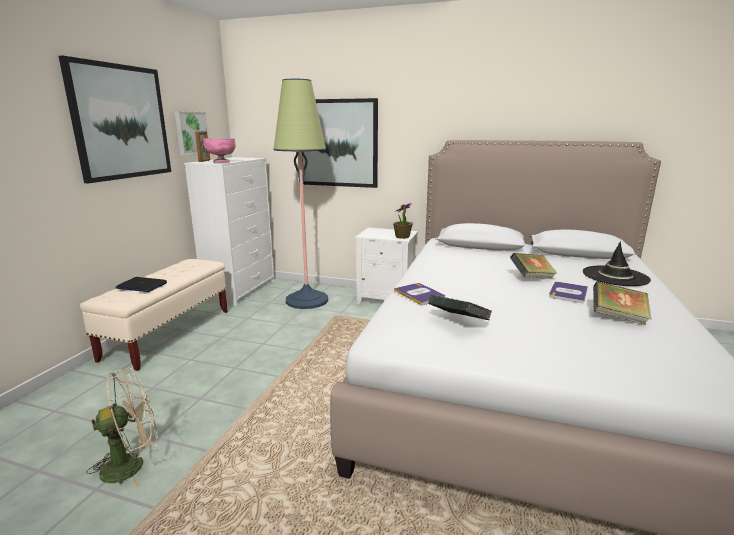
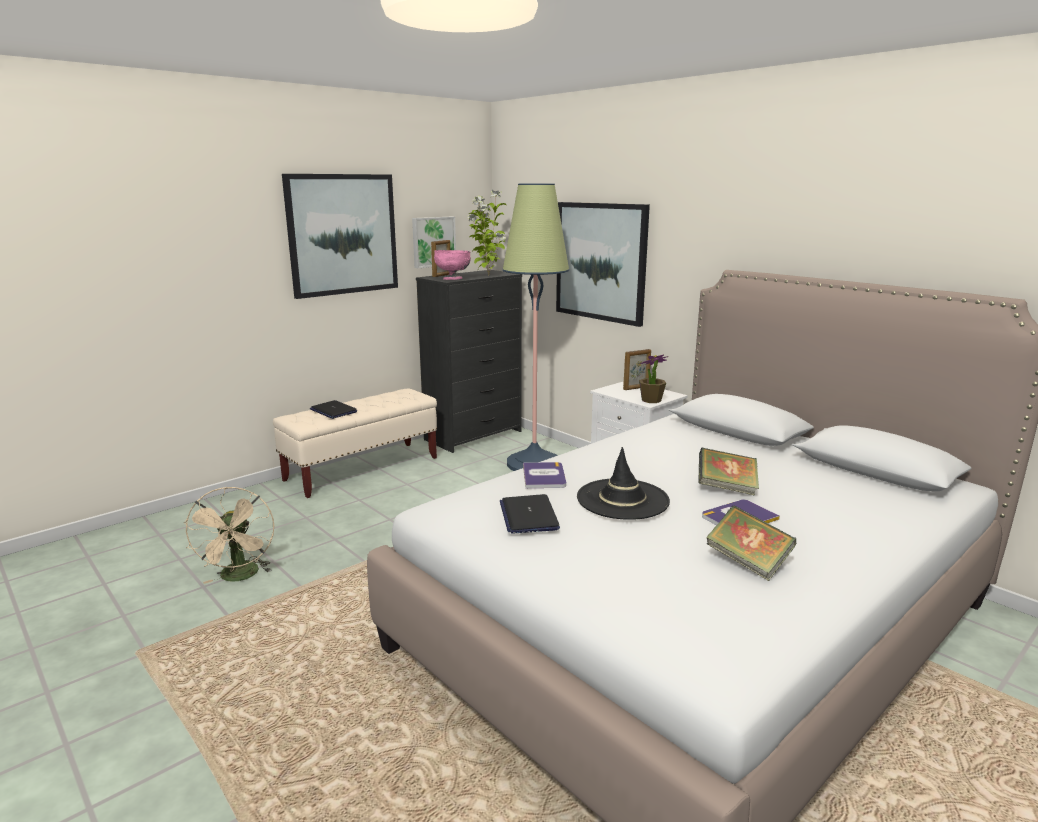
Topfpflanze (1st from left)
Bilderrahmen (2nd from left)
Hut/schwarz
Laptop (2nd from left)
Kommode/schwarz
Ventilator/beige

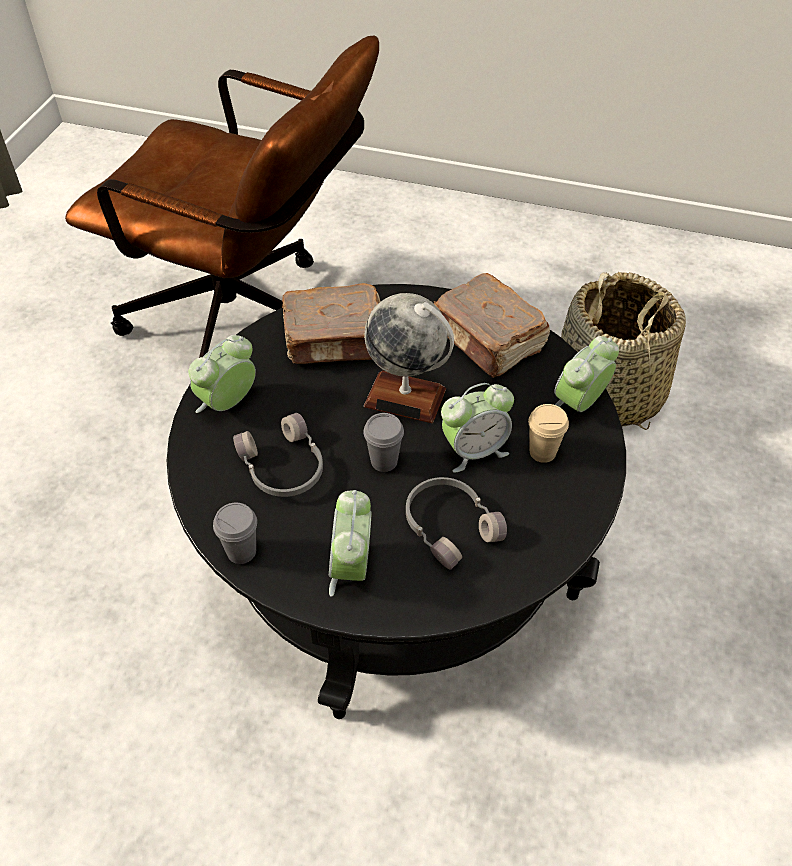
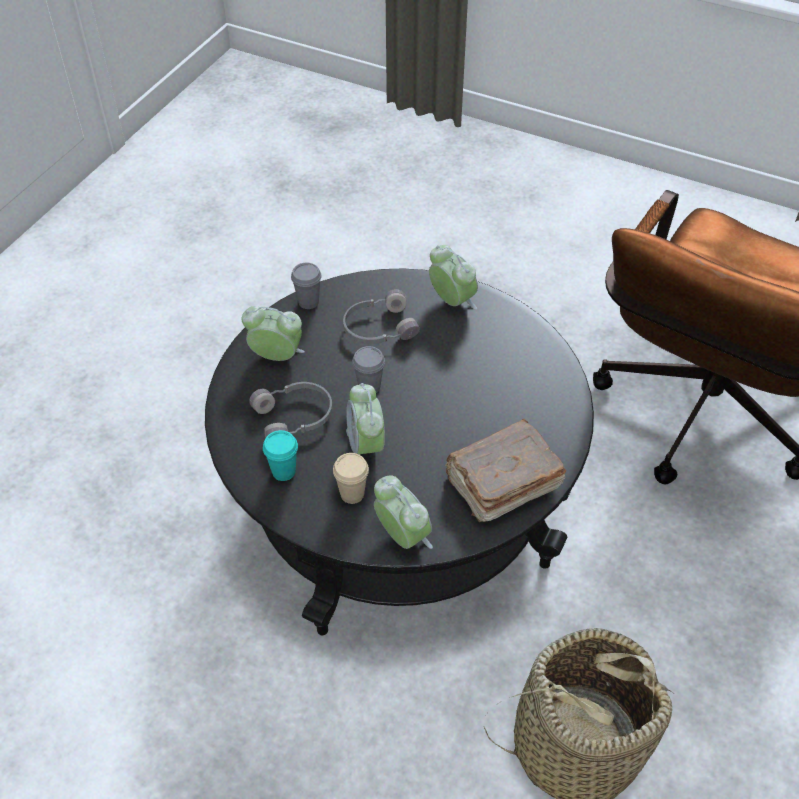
Buch/braun (1st from left in the first image)
Globus
Tasse/türkis

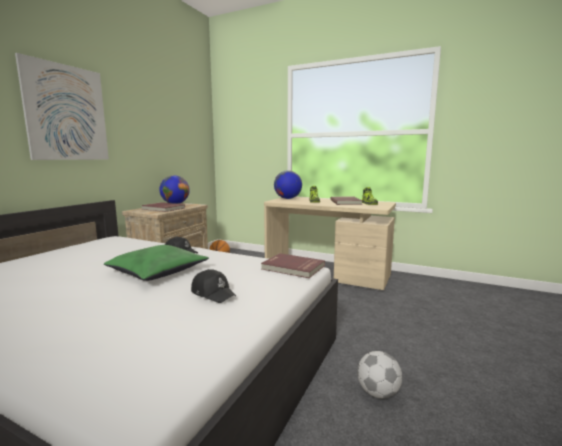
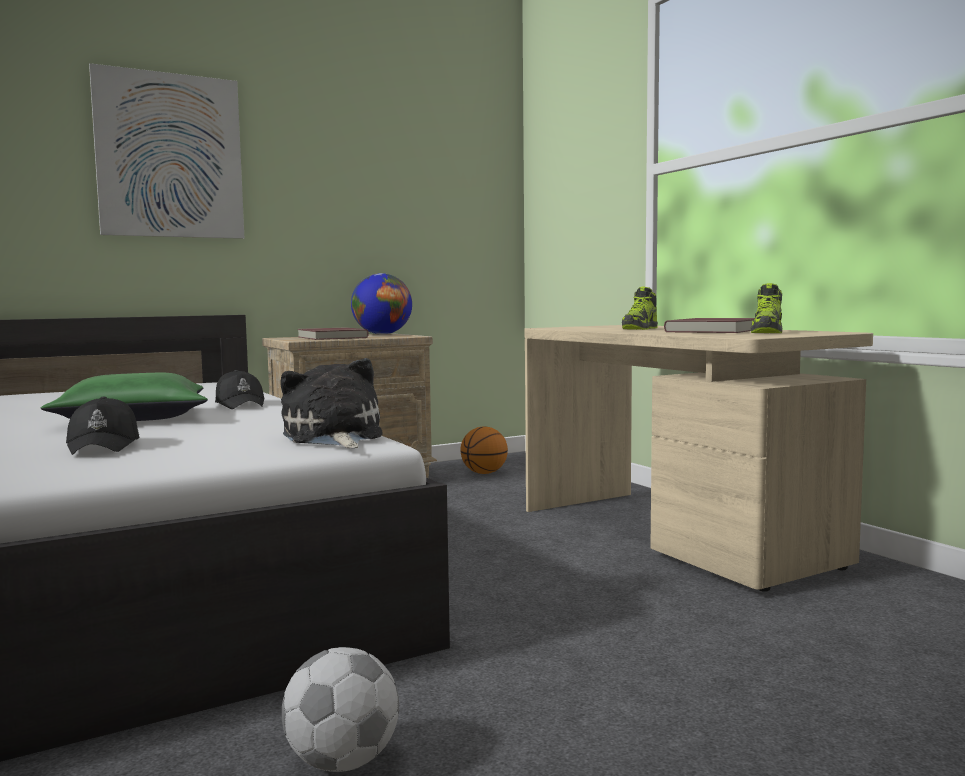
Globus (2nd from left in the first image)
Plüschtier

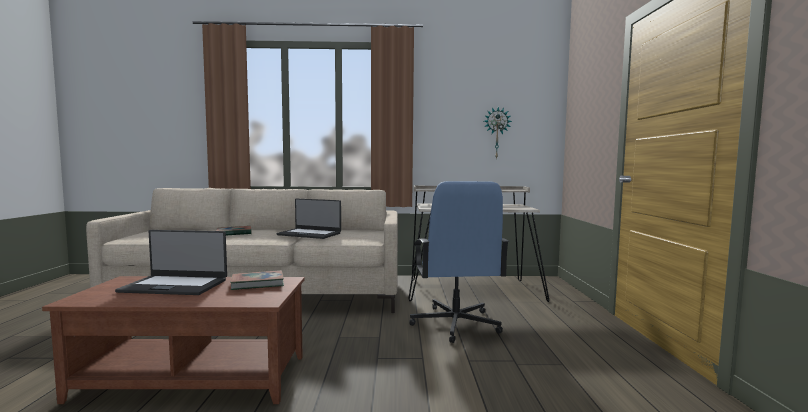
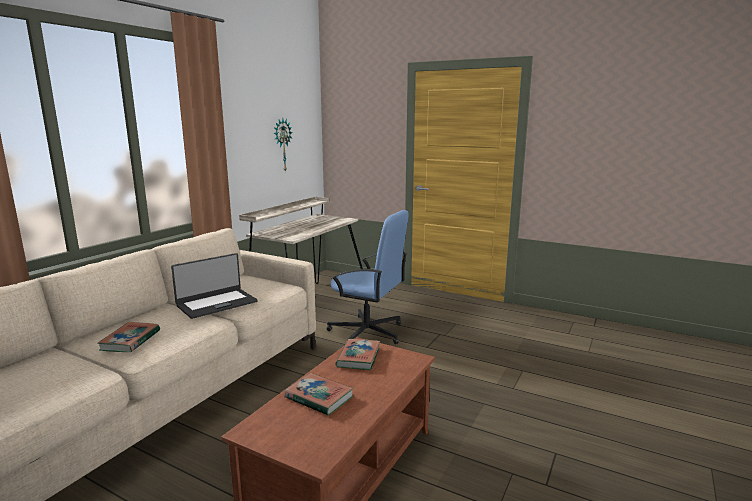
Buch (2nd from left)

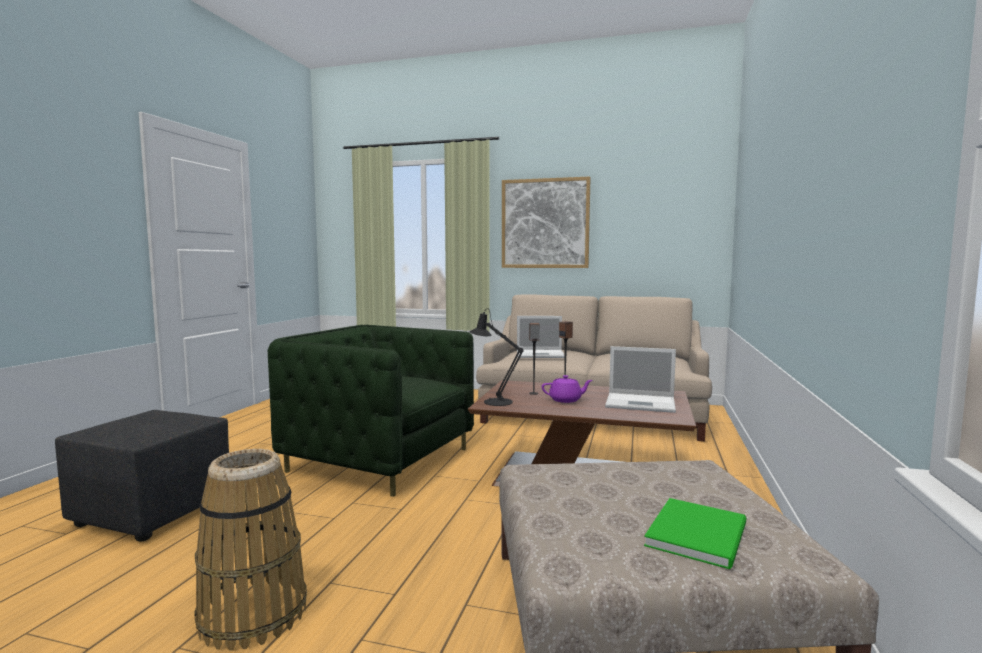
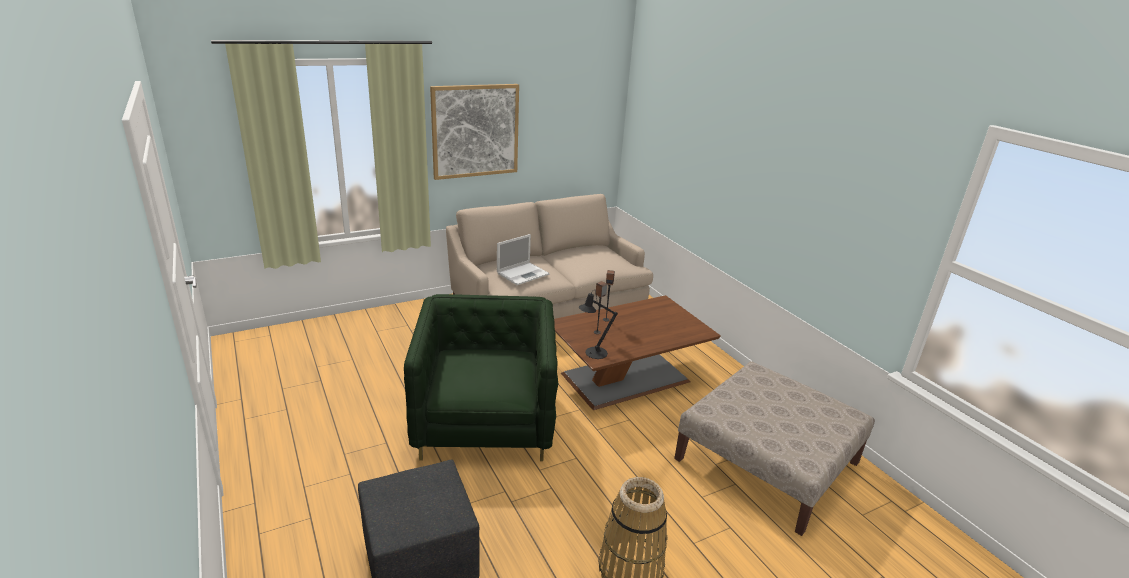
Teekanne/lila
Laptop (2nd from left in the first image)
Buch/grün
Sessel/grün

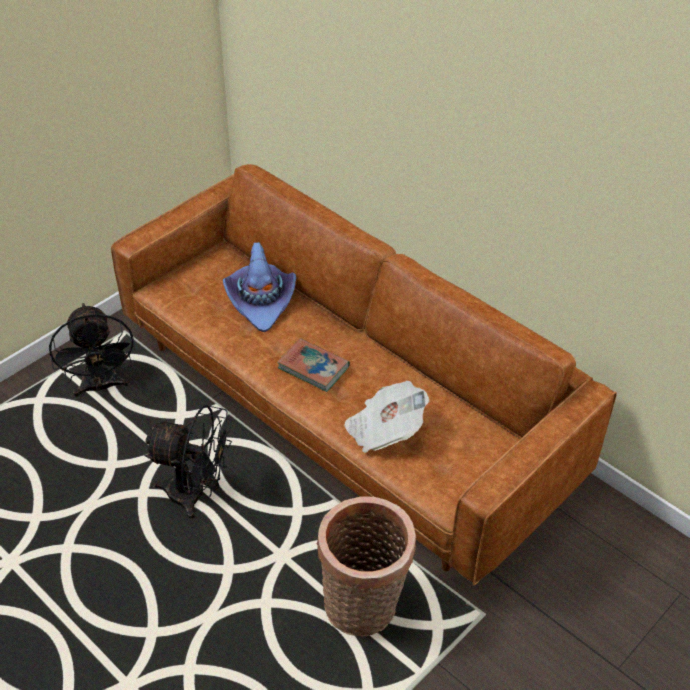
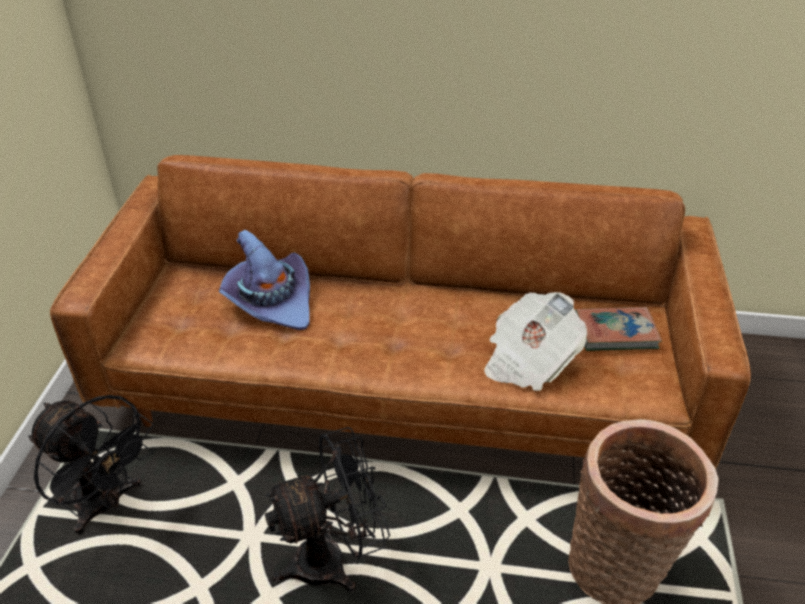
Buch

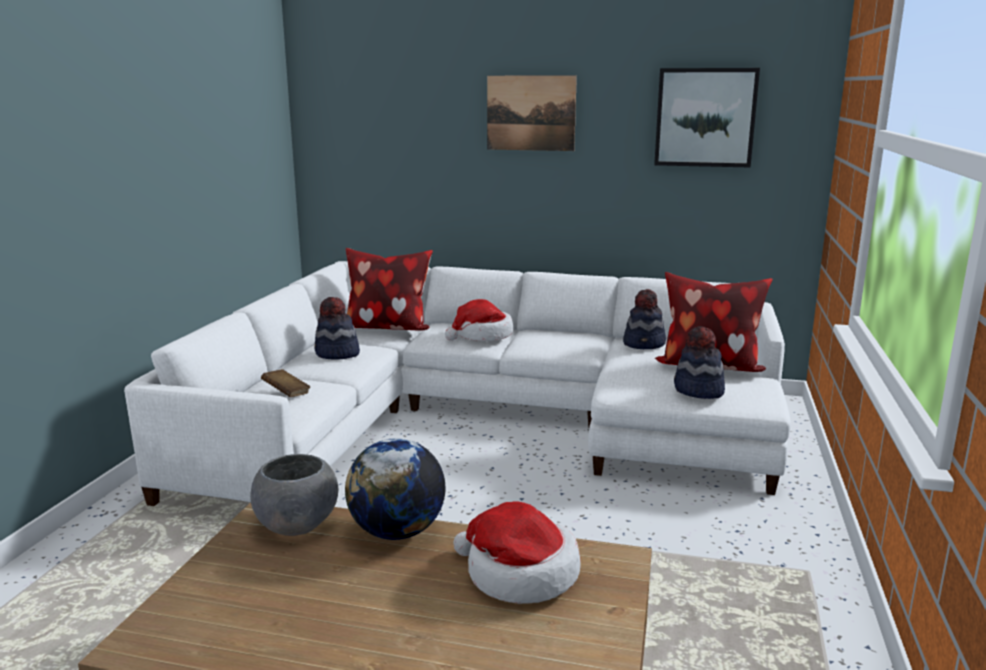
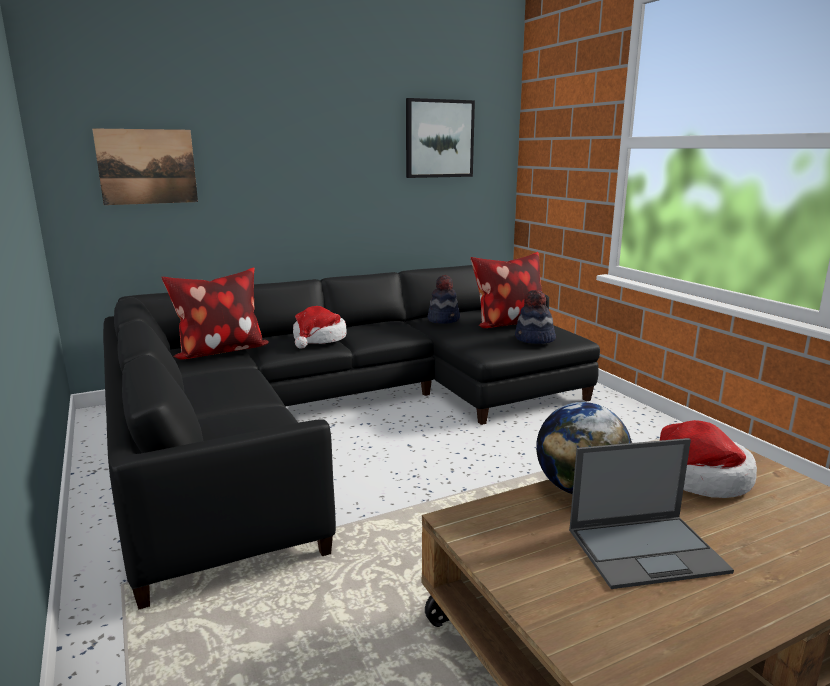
Schüssel/grau
Buch/braun
Hut (1st from left in the first image)
Laptop
Bild (1st from left)
Sofa/schwarz

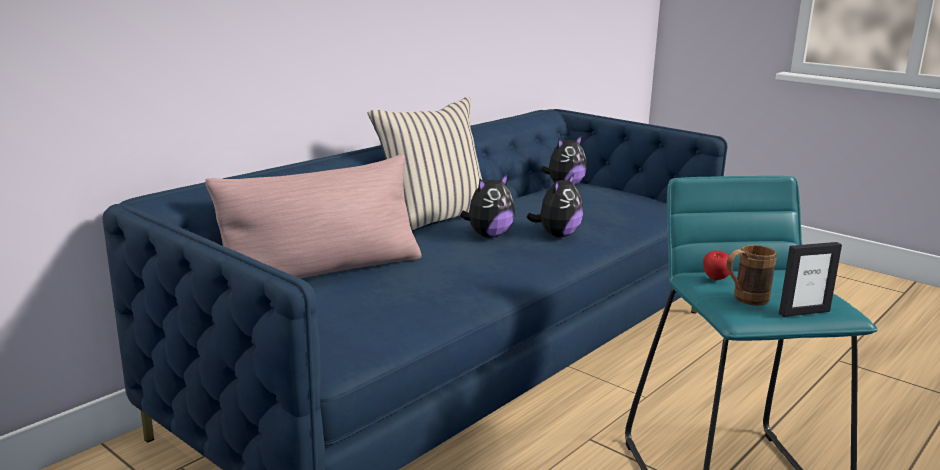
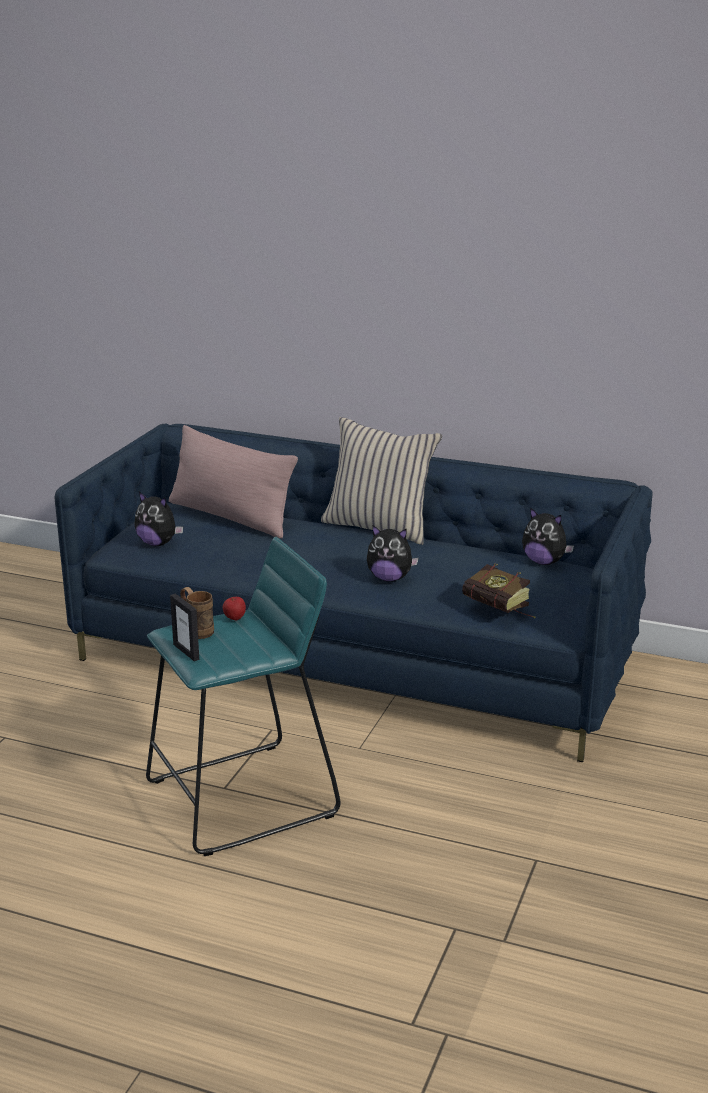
Buch
Plüschtier (1st from left)

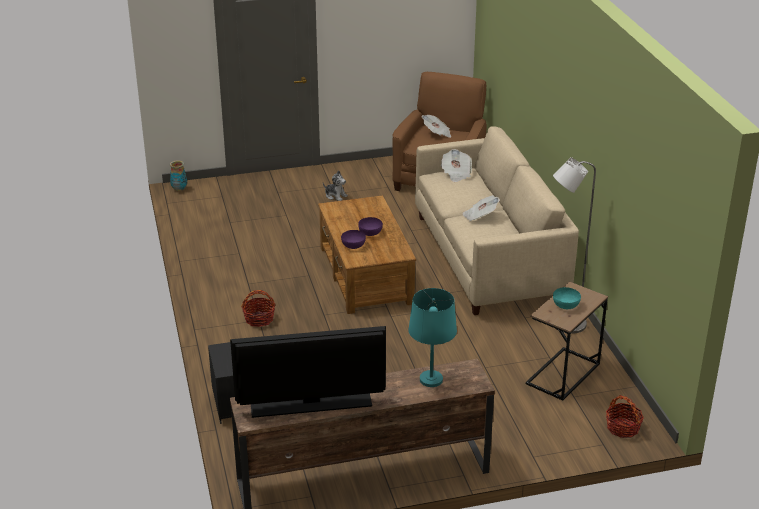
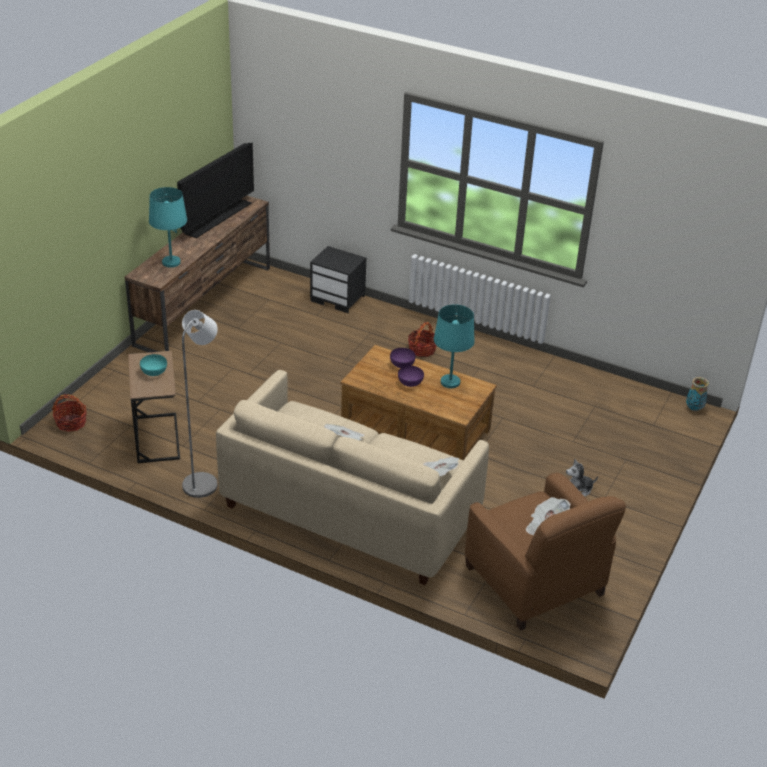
Tischlampe/türkis (2nd from left)

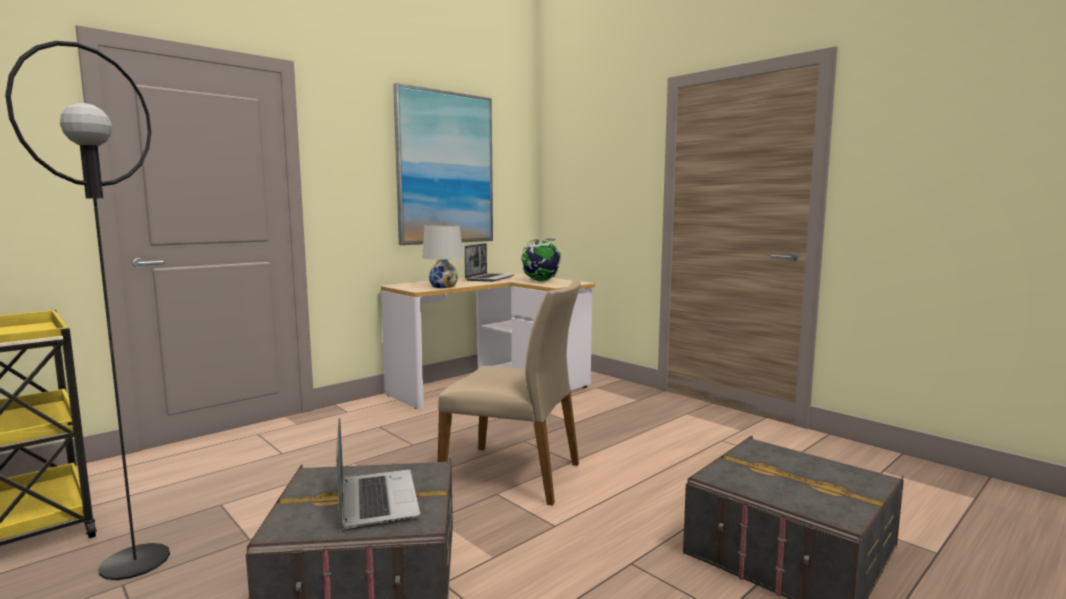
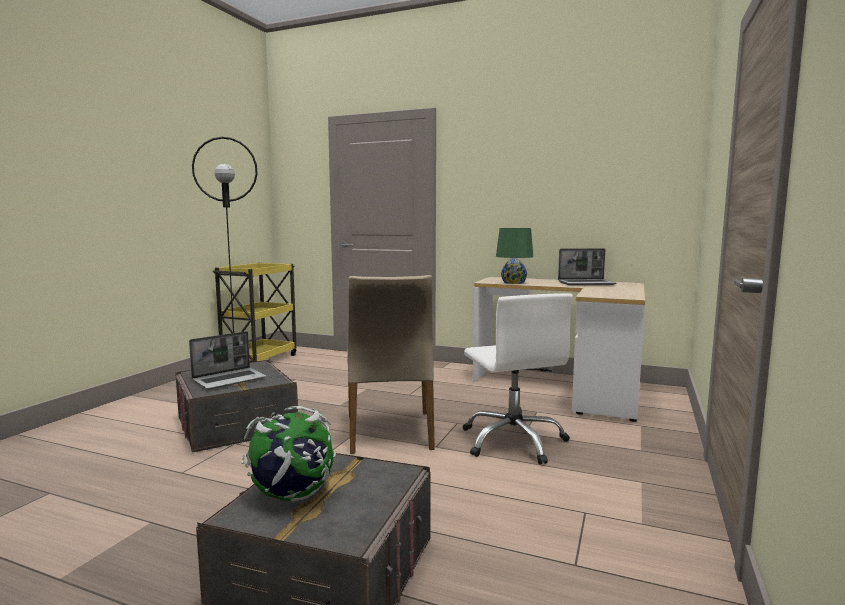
Bild
Bürostuhl/weiß
Globus
Tischlampe/grün

